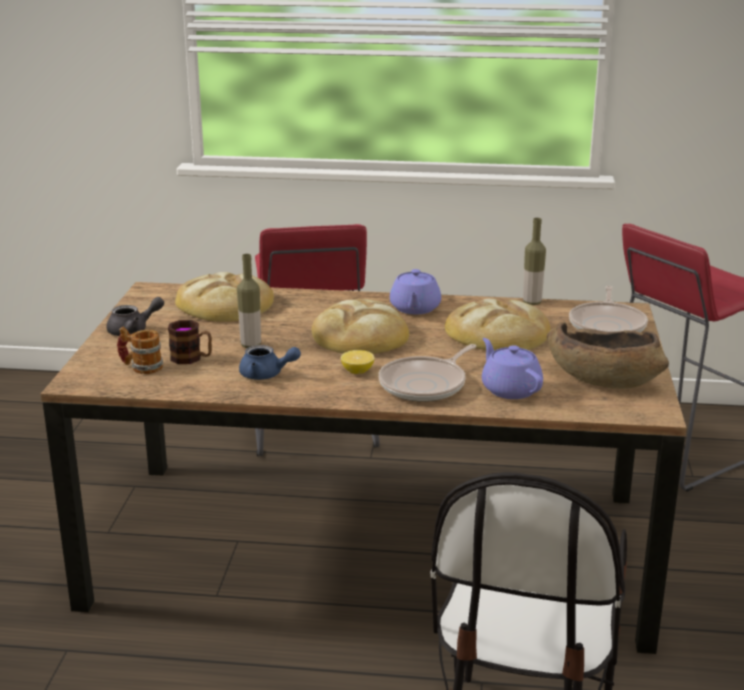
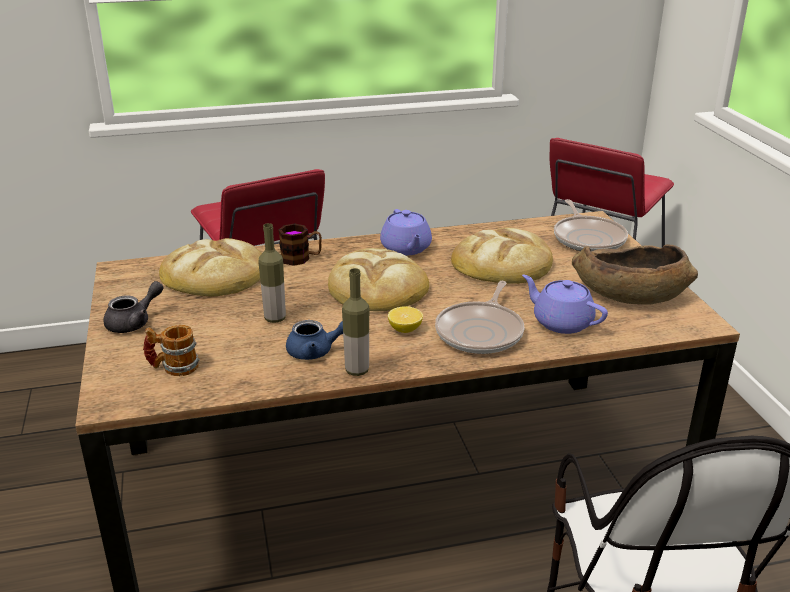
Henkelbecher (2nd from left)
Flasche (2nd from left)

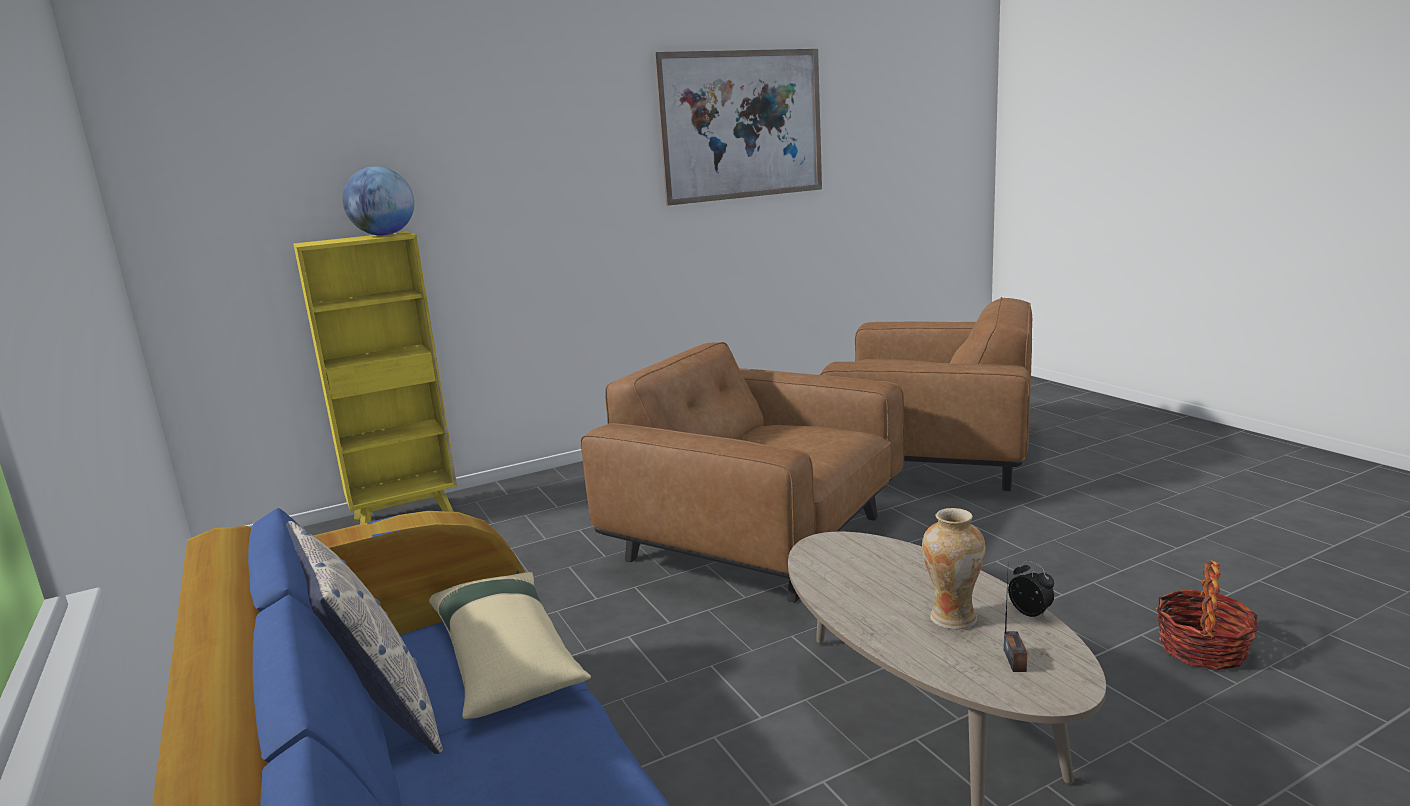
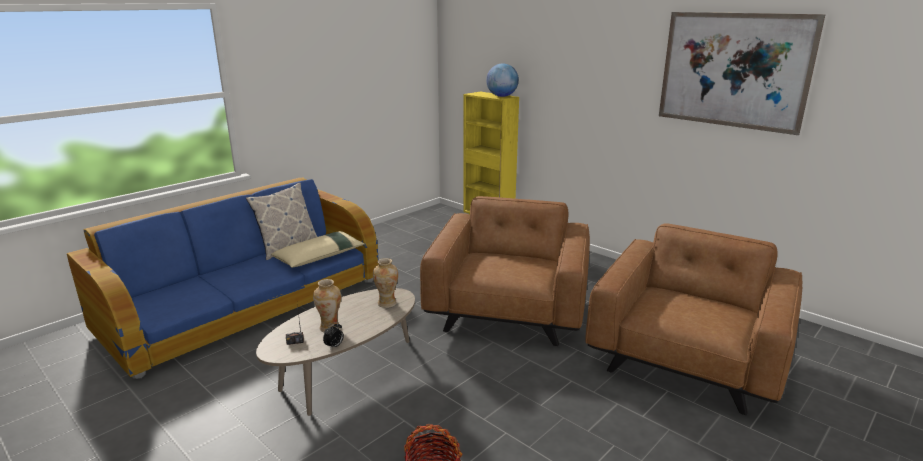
Vase (2nd from left)
Sessel/braun (2nd from left)

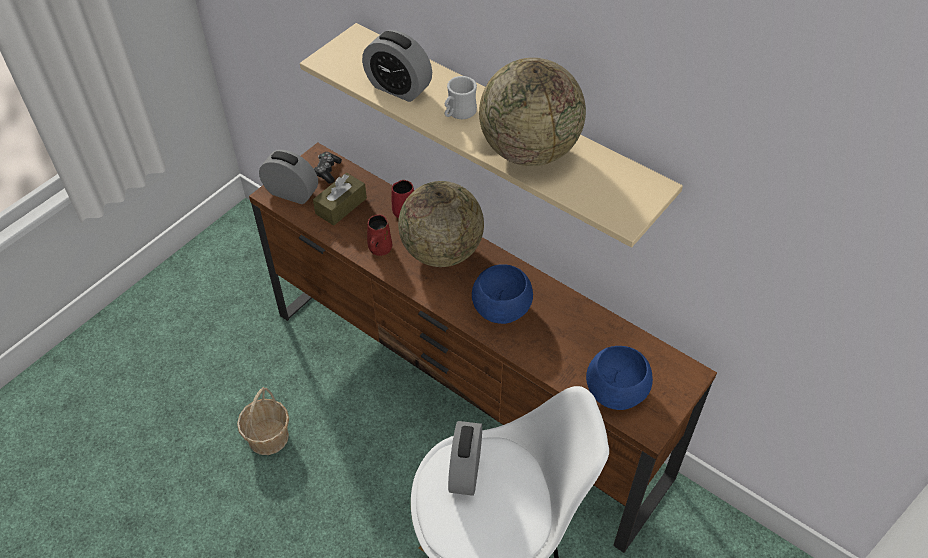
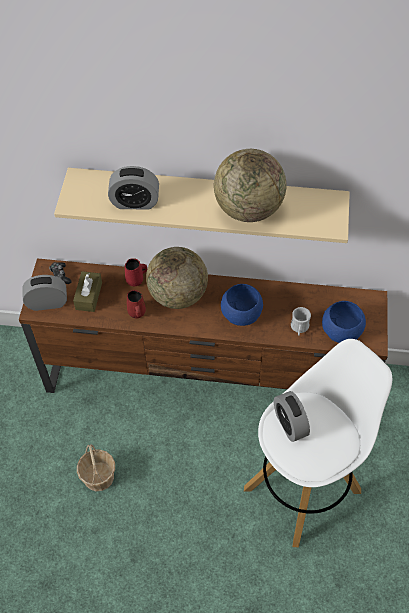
Henkelbecher/weiß

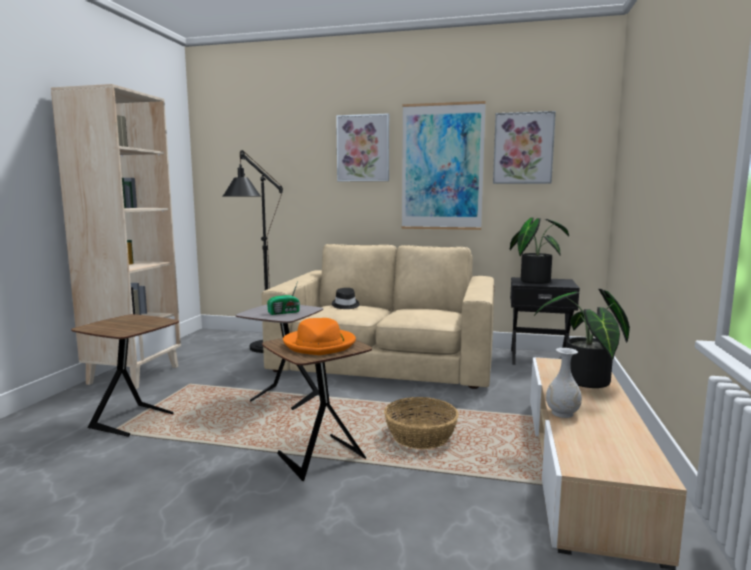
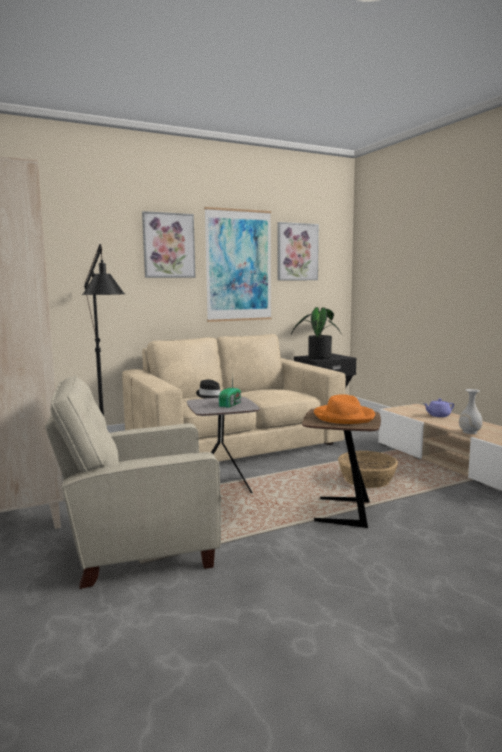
Sessel/beige
Teekanne/lila

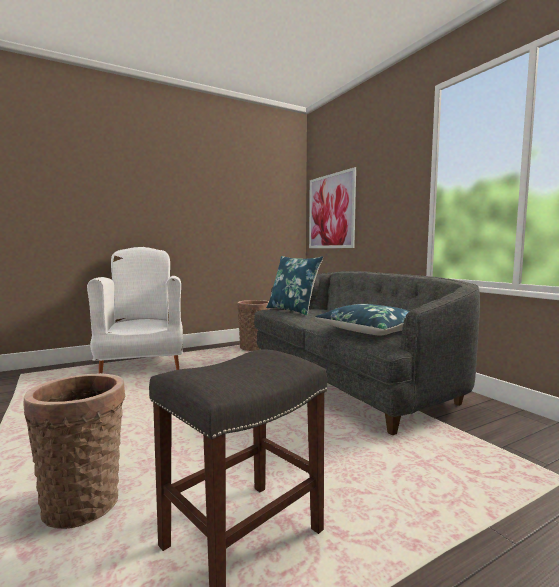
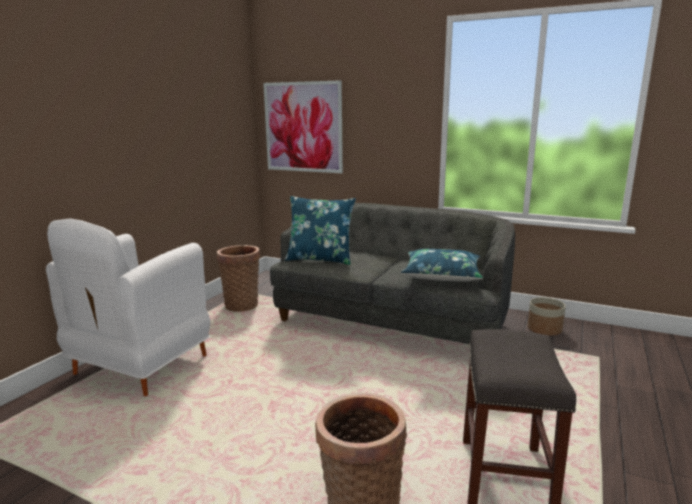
Pflanzkübel
Sessel/weiß

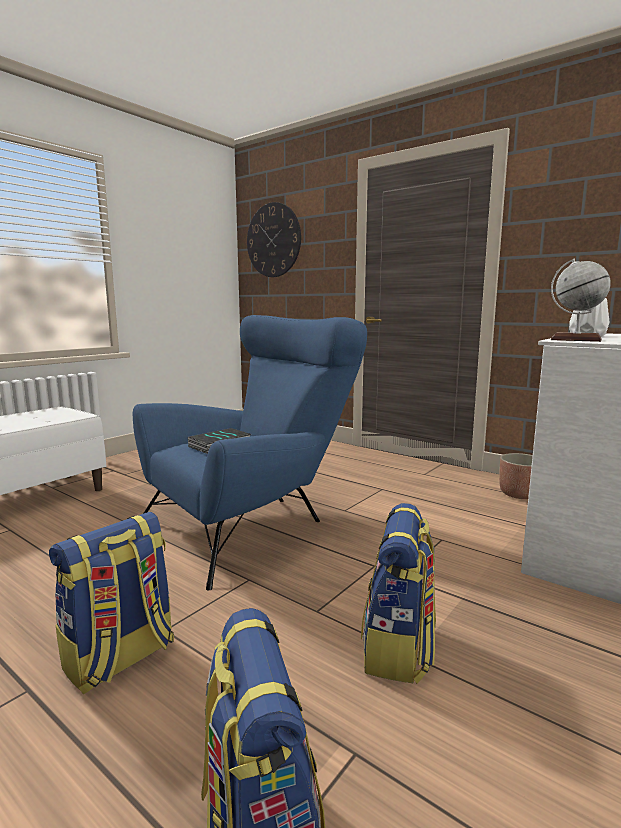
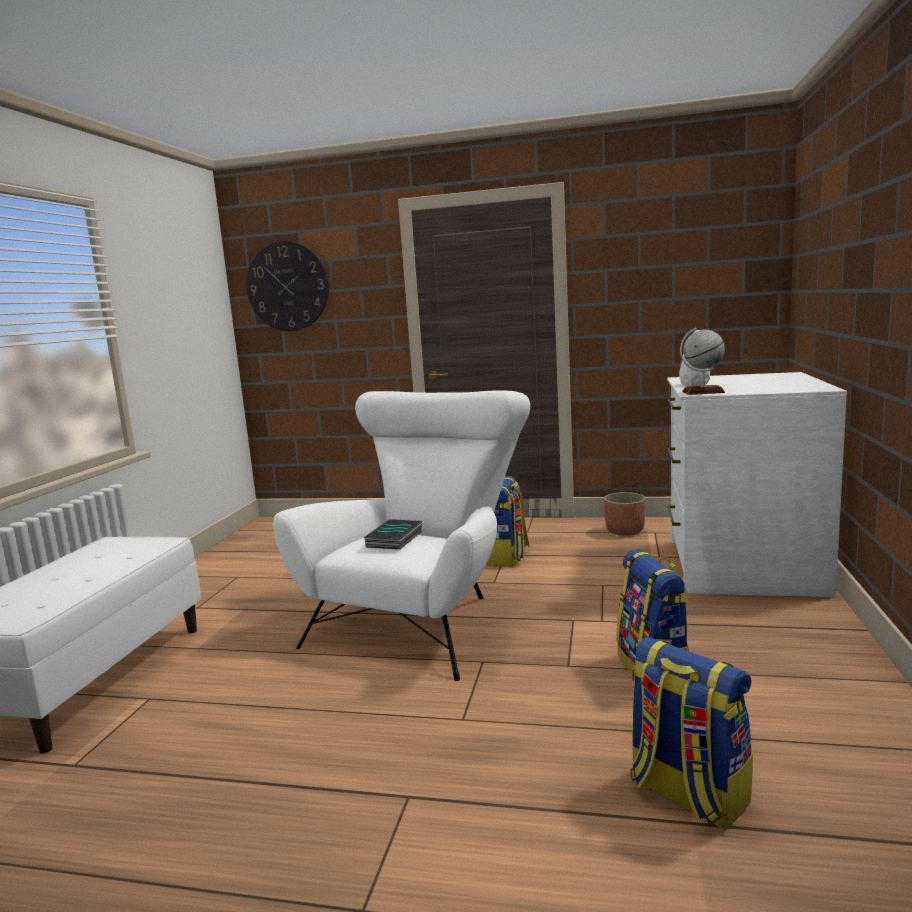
Rucksack (1st from left)
Sessel/weiß

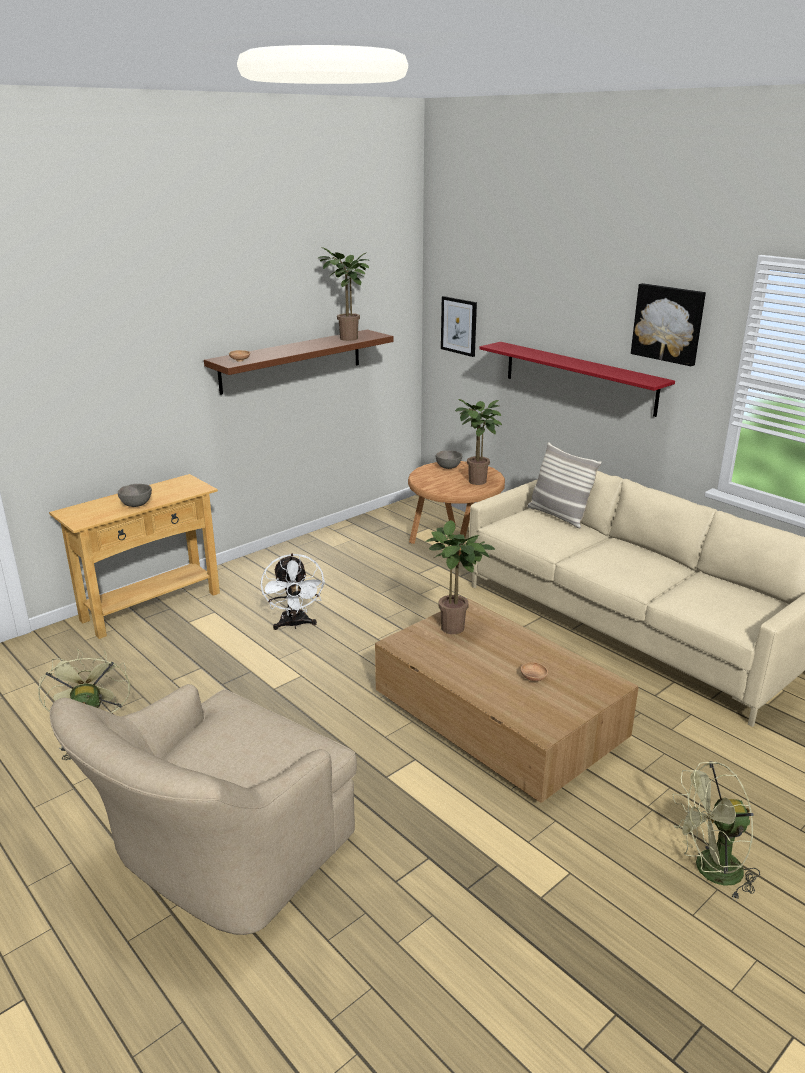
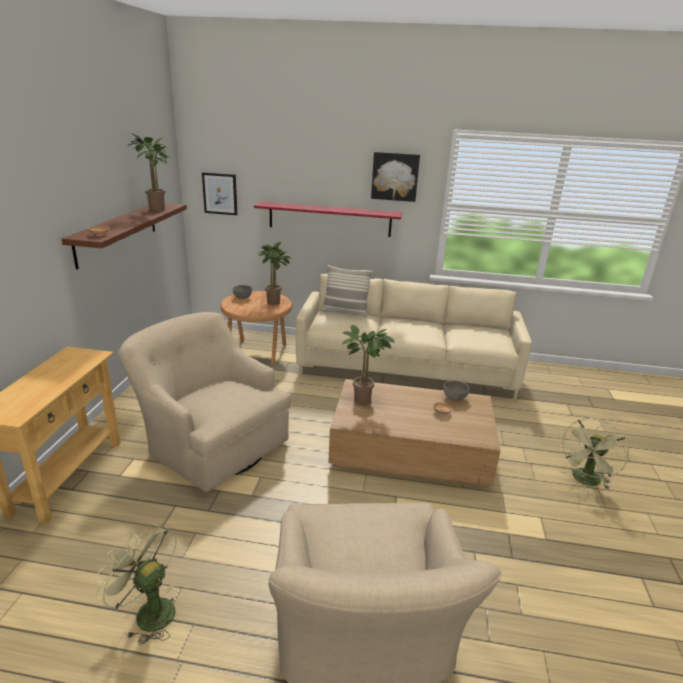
Schüssel/grau (2nd from left)
Sessel/beige (1st from left)

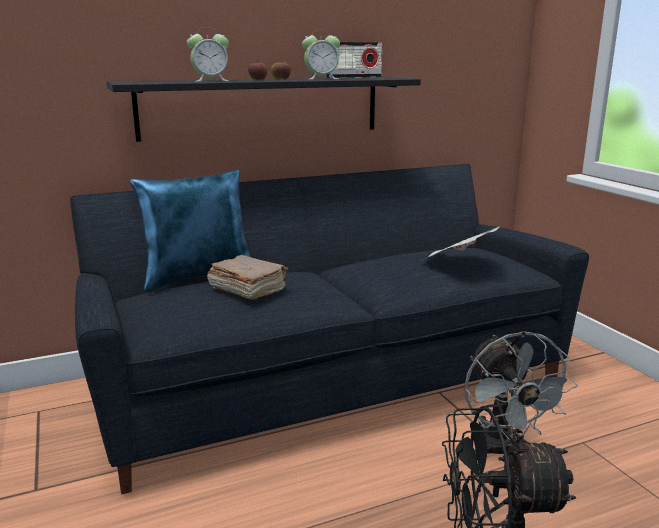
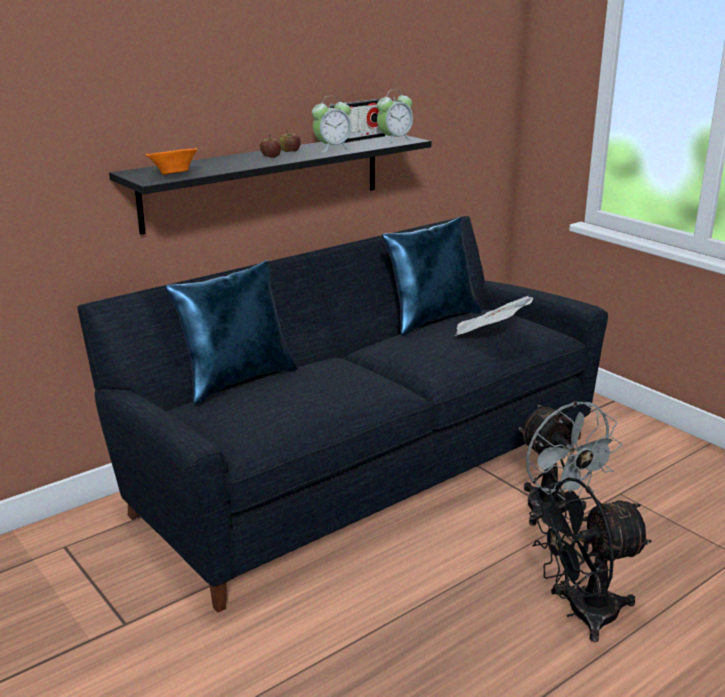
Buch/braun
Schüssel/orange
Kissen/blau (2nd from left)
Wecker (2nd from left)

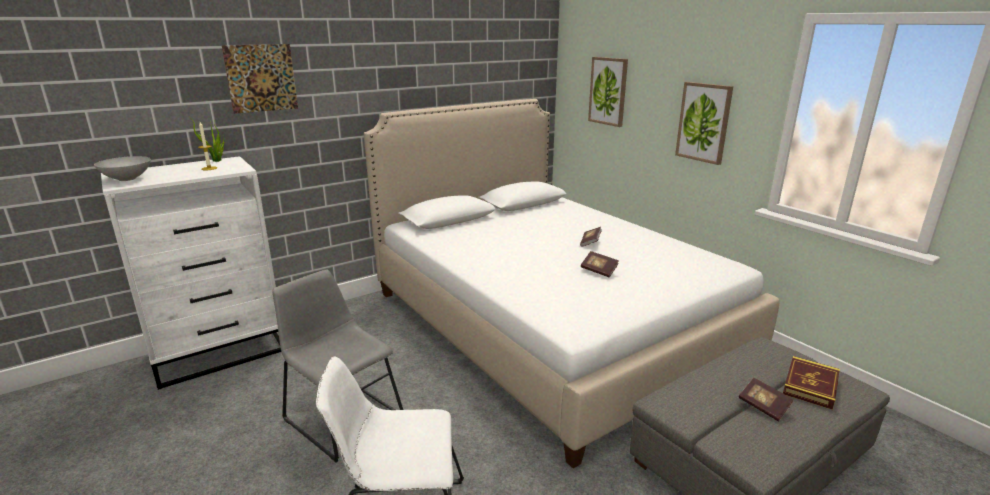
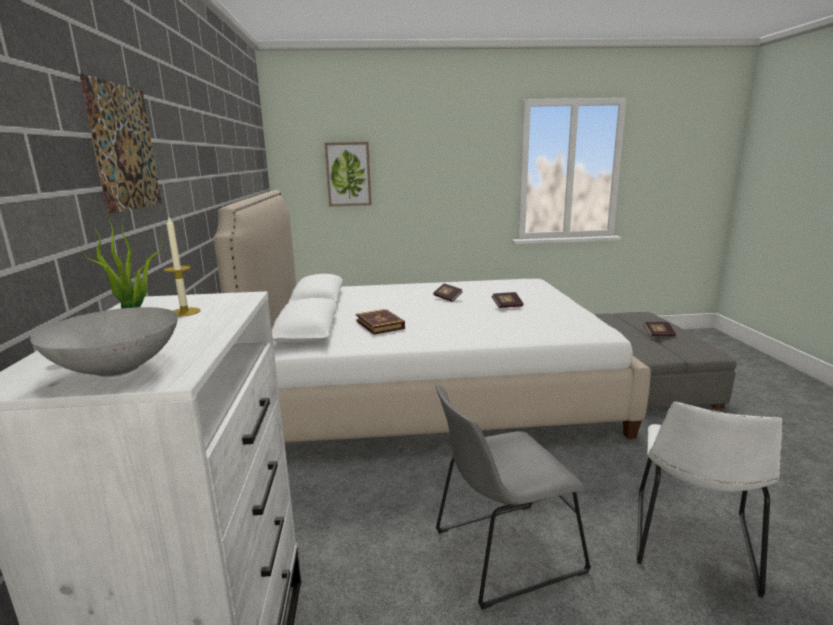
Bild (3rd from left in the first image)
Buch (1st from left)

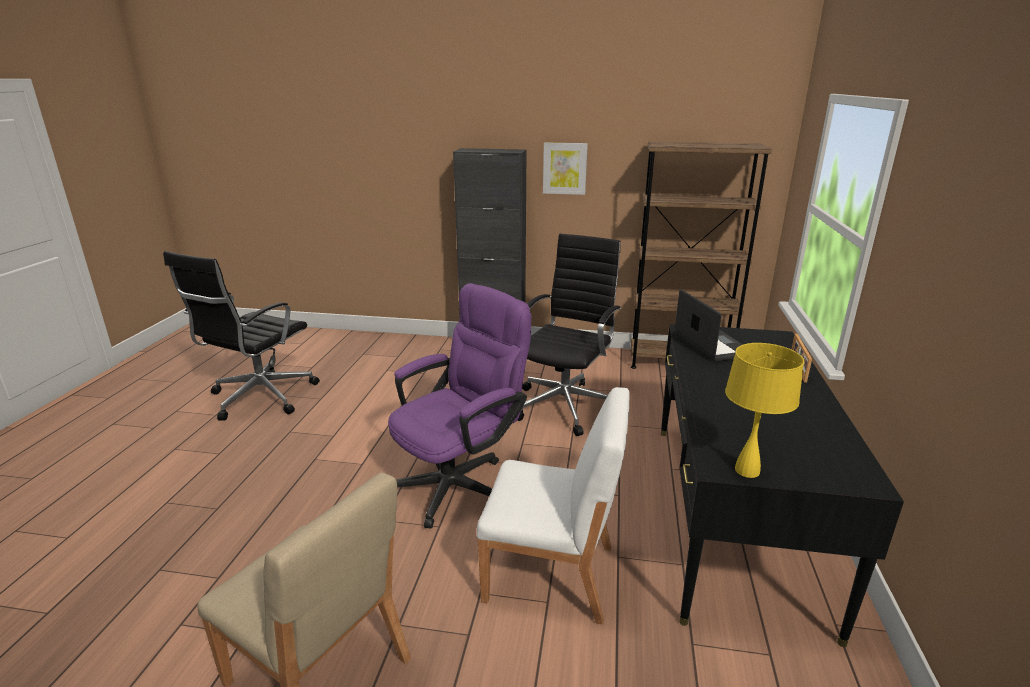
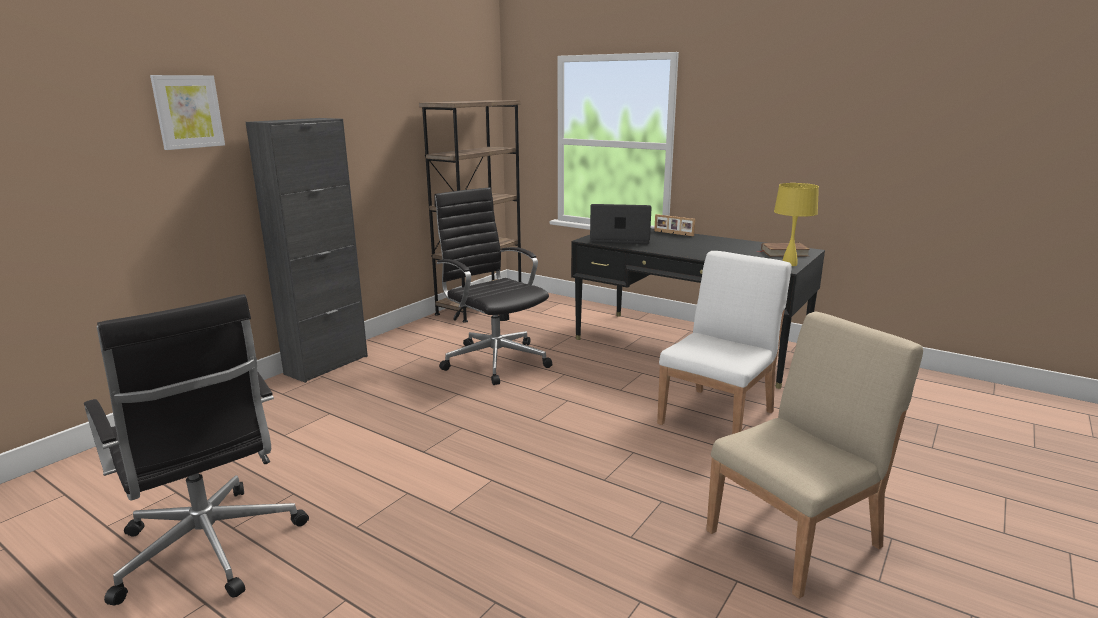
Bürostuhl/lila
Buch/braun
Bild

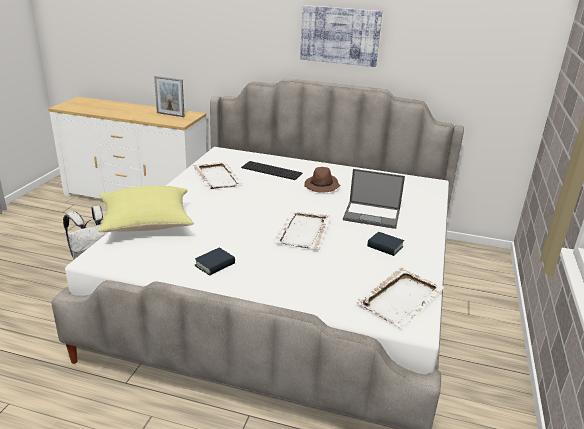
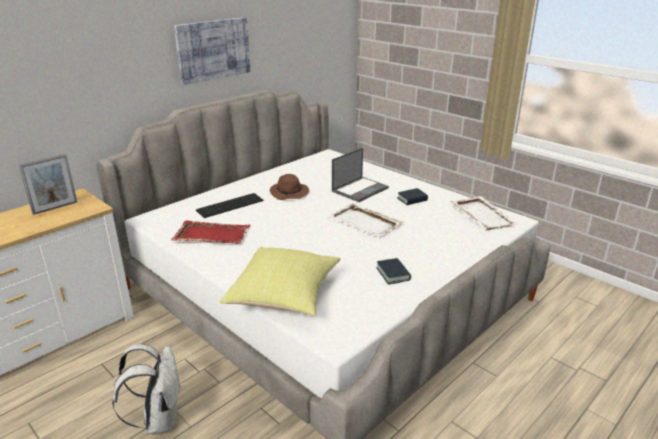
Tablett/rot

